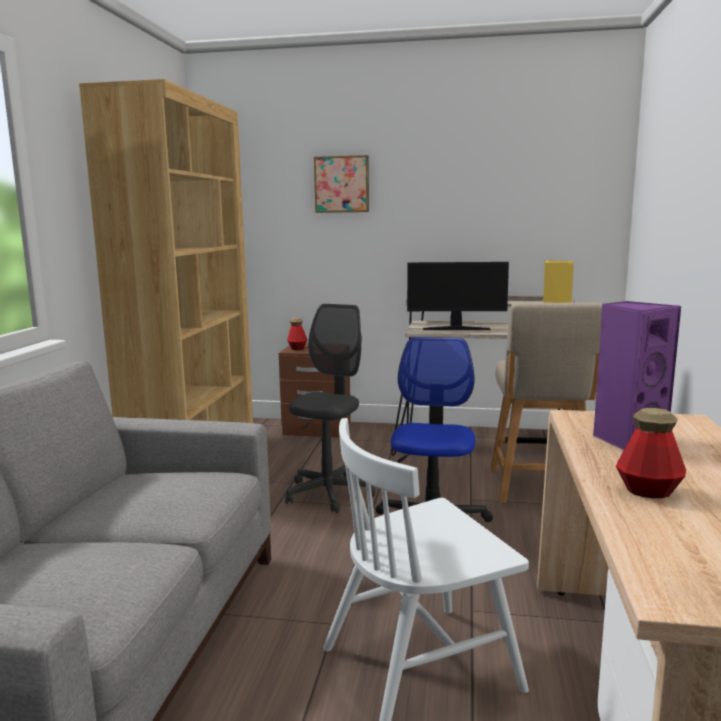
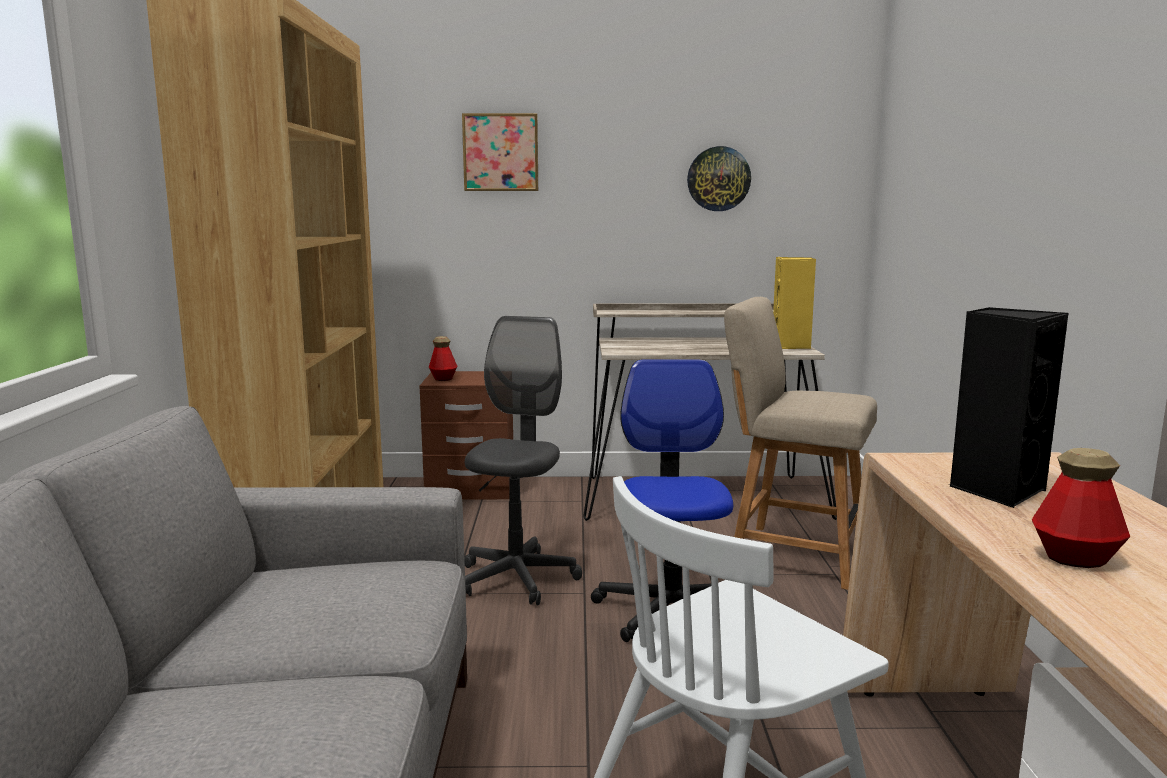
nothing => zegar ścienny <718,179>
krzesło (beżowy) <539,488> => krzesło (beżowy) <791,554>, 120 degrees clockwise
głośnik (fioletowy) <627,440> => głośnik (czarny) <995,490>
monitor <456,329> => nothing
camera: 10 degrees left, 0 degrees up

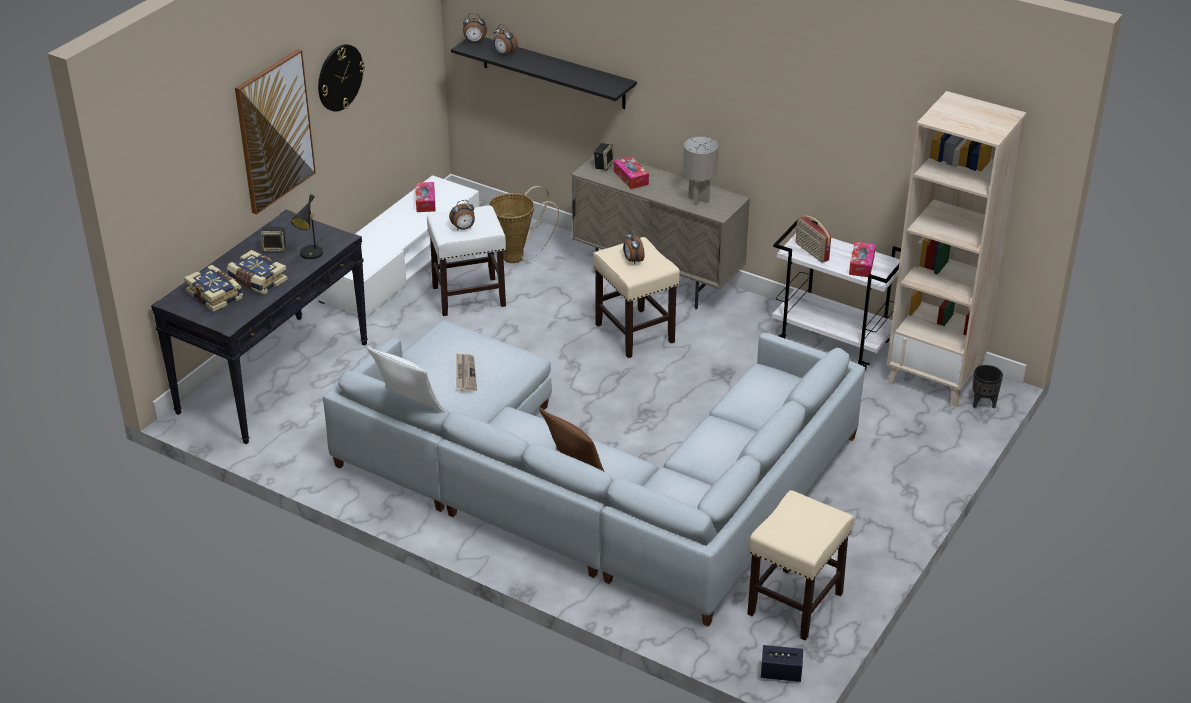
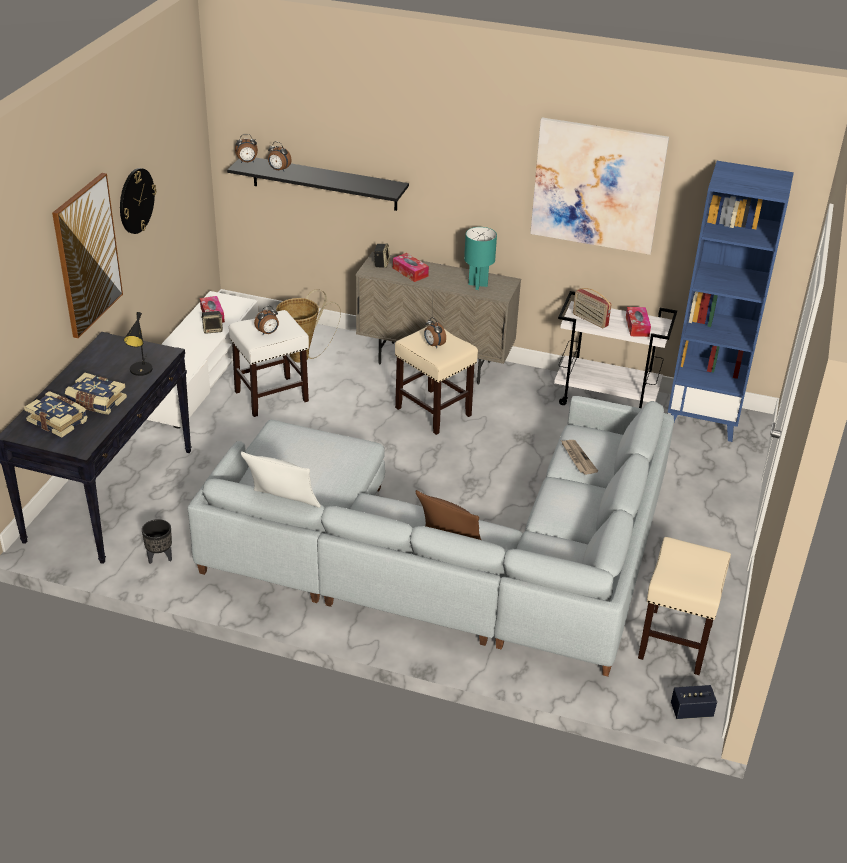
donica (czarny) <982,403> => donica (czarny) <159,557>, move
głośnik <275,248> => głośnik <213,330>, move
lampa stołowa (szary) <699,200> => lampa stołowa (turkusowy) <478,285>
nothing => obraz <597,186>
gazeta <465,374> => gazeta <577,458>, move
regał (beżowy) <934,378> => regał (niebieski) <703,420>
camera: 15 degrees left, 0 degrees up

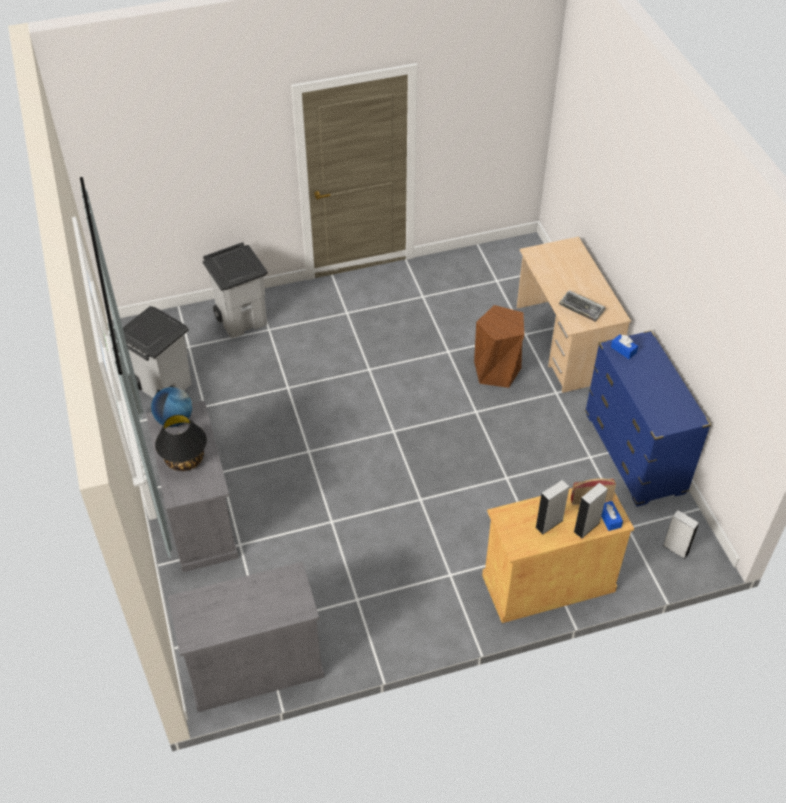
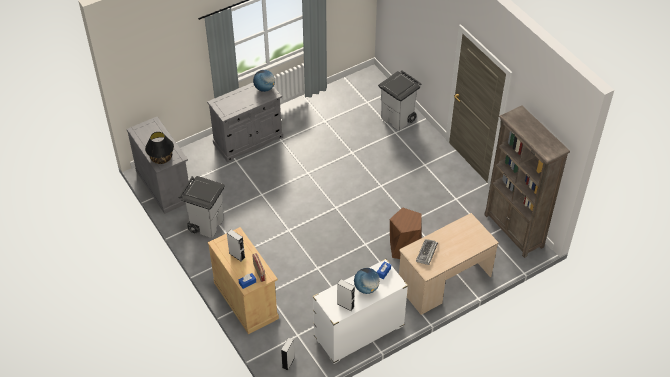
lampa stołowa (czarny) <184,459> => lampa stołowa (czarny) <161,158>, move
kosz na śmieci (szary) <162,386> => kosz na śmieci (szary) <206,224>, move
komoda (niebieski) <634,453> => komoda (biały) <359,332>
głośnik (szary) <586,527> => głośnik (szary) <345,305>, move
nothing => globus <366,288>
nothing => regał (brązowy) <514,231>
camera: 75 degrees right, 0 degrees up

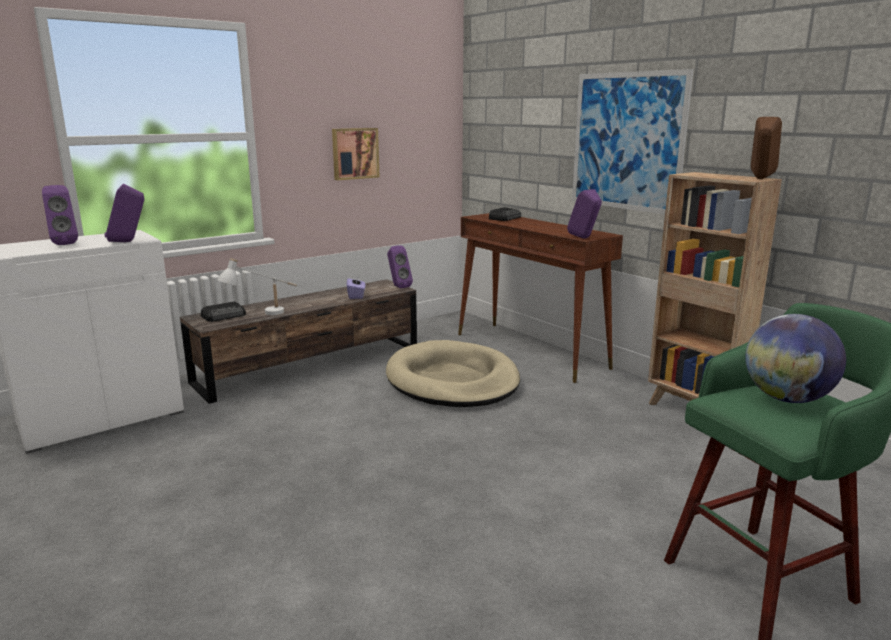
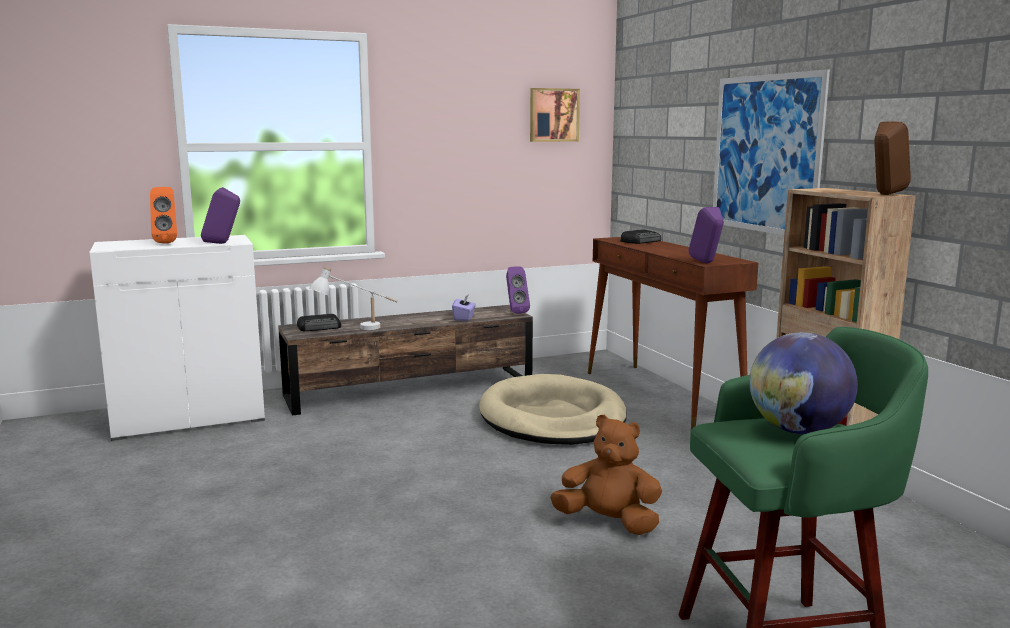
głośnik (fioletowy) <64,244> => głośnik (pomarańczowy) <166,243>
obraz <354,153> => obraz <553,115>, move
nothing => pluszak (brązowy) <608,522>
camera: 15 degrees right, 5 degrees down

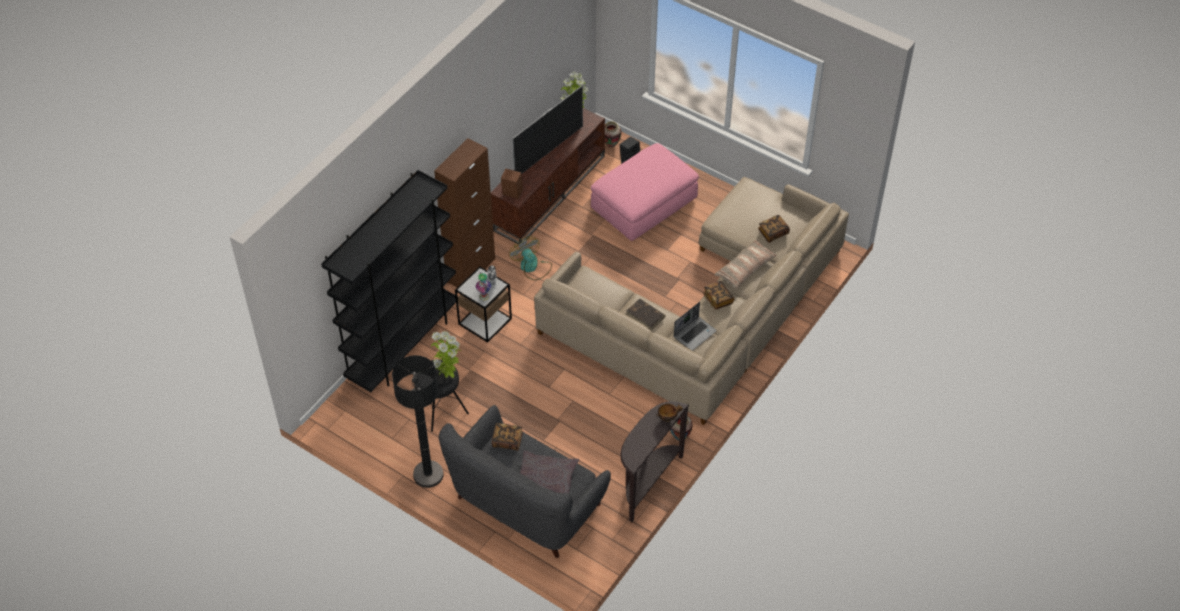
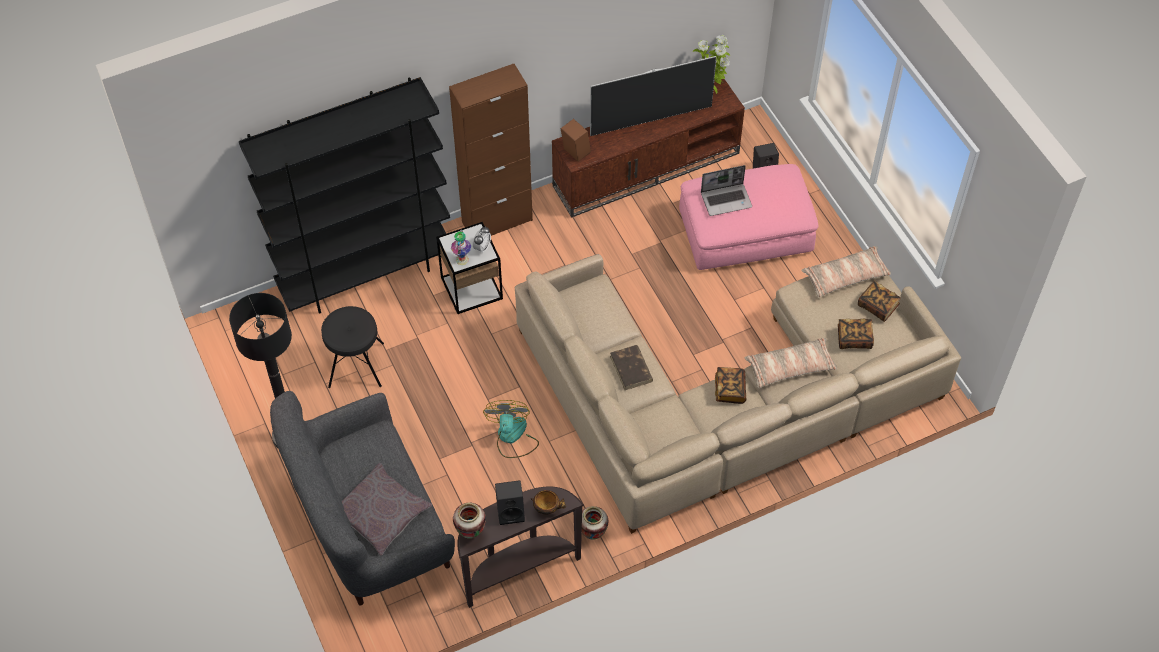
wazon <611,145> => wazon <471,533>, move
wentylator <532,267> => wentylator <512,437>, move
nothing => głośnik (czarny) <511,512>
laptop <694,333> => laptop <726,200>, move
nothing => poduszka <845,277>
książka <507,441> => książka <877,306>, move
roślina doniczkowa <447,376> => nothing
camera: 30 degrees right, 5 degrees up

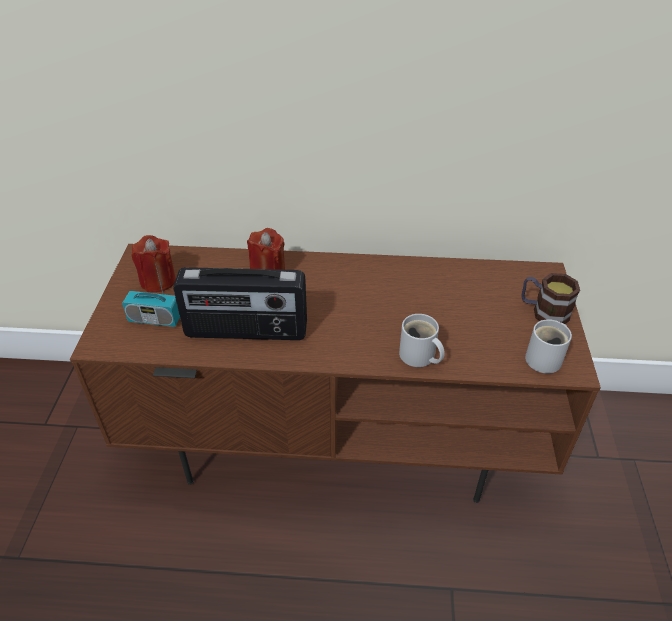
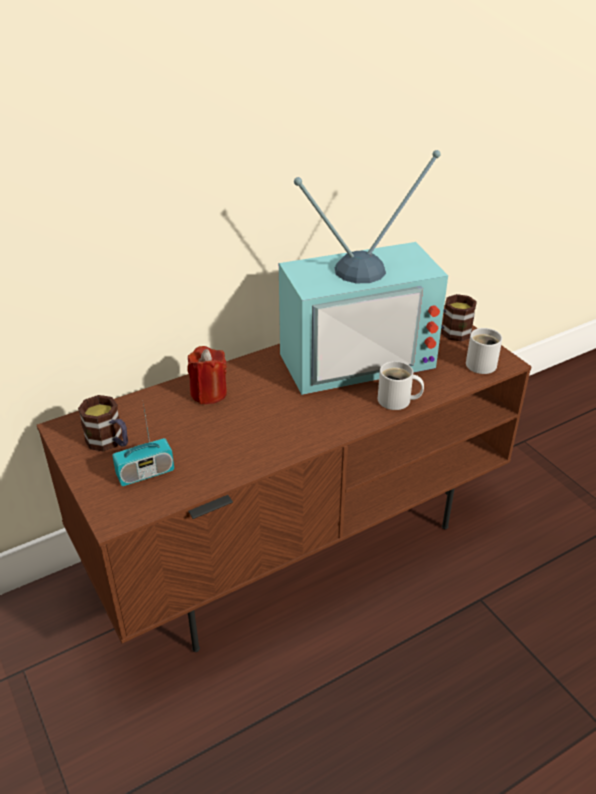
świeca (czerwony) <158,281> => kubek <110,442>
nothing => telewizor <356,356>
radio <246,331> => nothing
camera: 35 degrees left, 5 degrees down

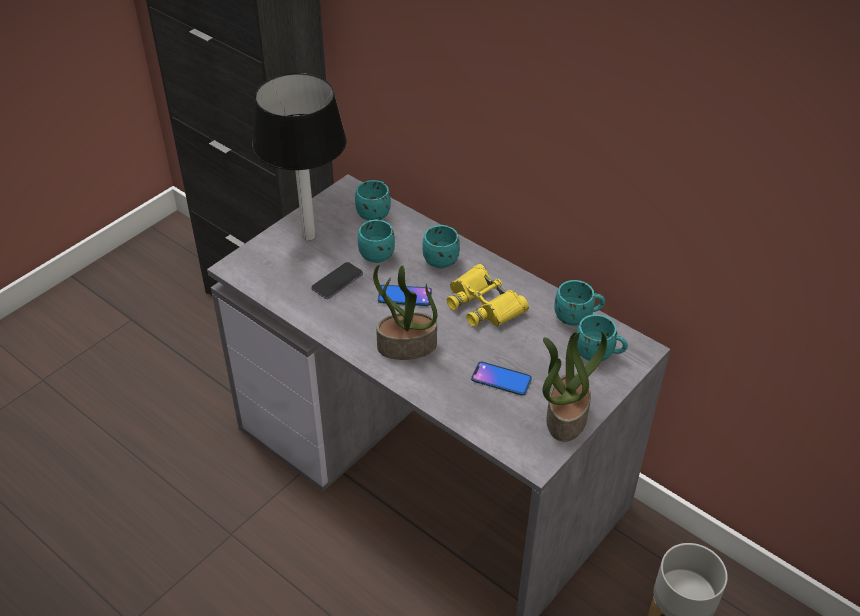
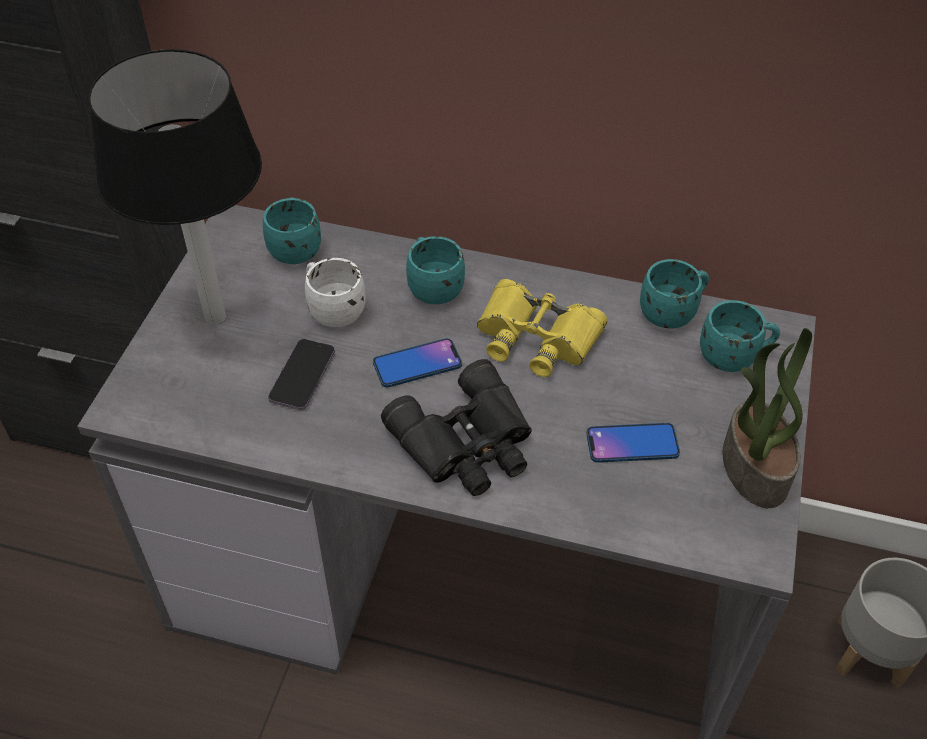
kubek (turkusowy) <375,252> => kubek (biały) <332,309>
roślina doniczkowa <406,347> => lornetka (czarny) <467,443>
camera: 25 degrees left, 5 degrees up

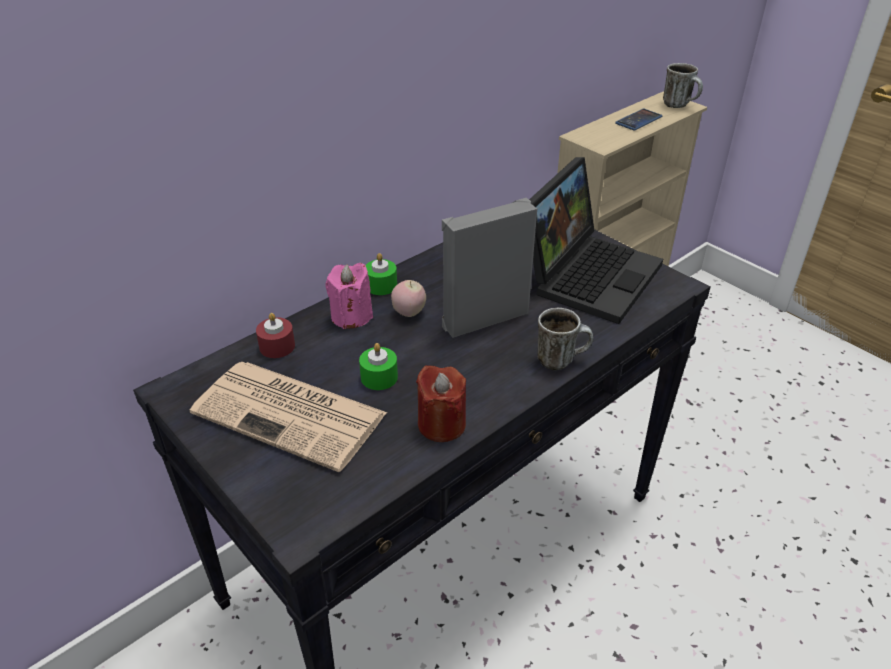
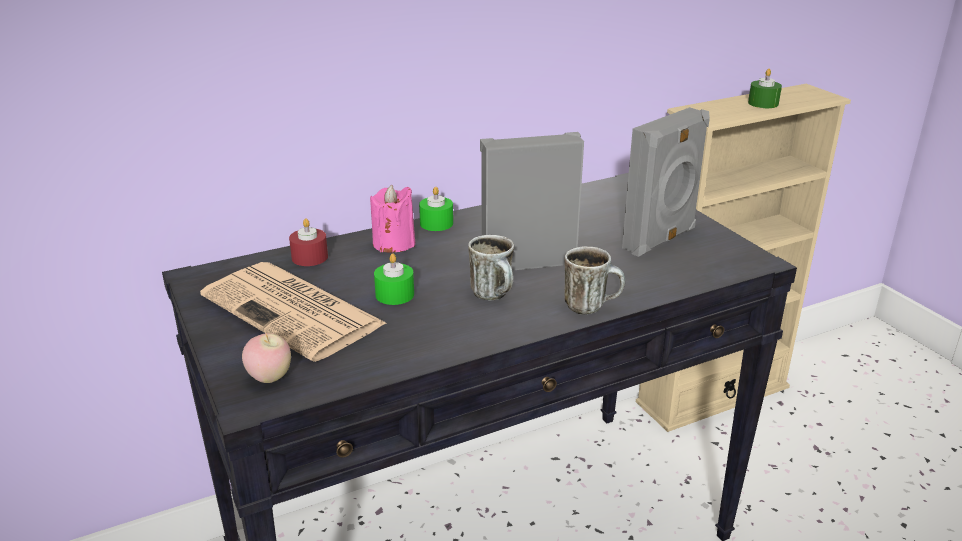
jabłko <409,313> => jabłko <269,378>, move
kubek <680,105> => kubek <495,296>, move
laptop <588,273> => głośnik (szary) <661,240>
telefon <638,120> => świeca (zielony) <763,103>
świeca (czerwony) <441,424> => nothing
camera: 15 degrees right, 10 degrees down

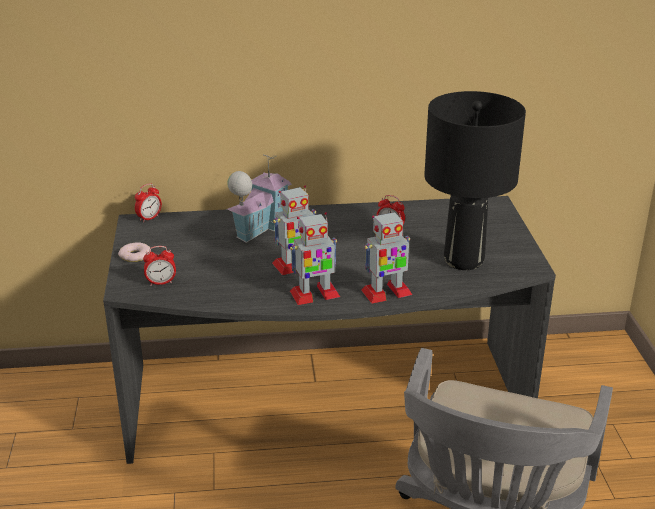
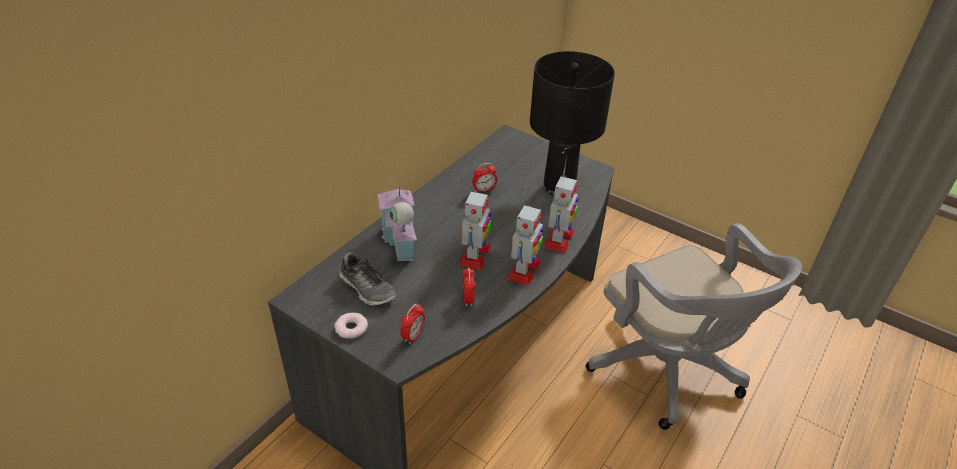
nothing => but <367,288>
budzik <149,218> => budzik <468,299>, move
camera: 50 degrees left, 10 degrees up

